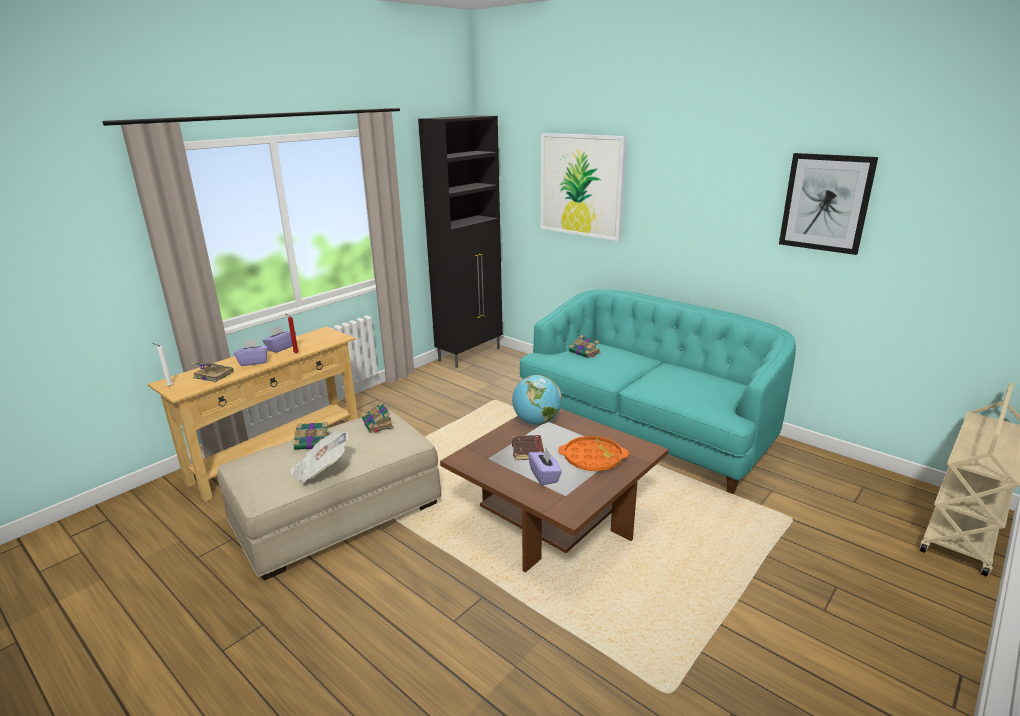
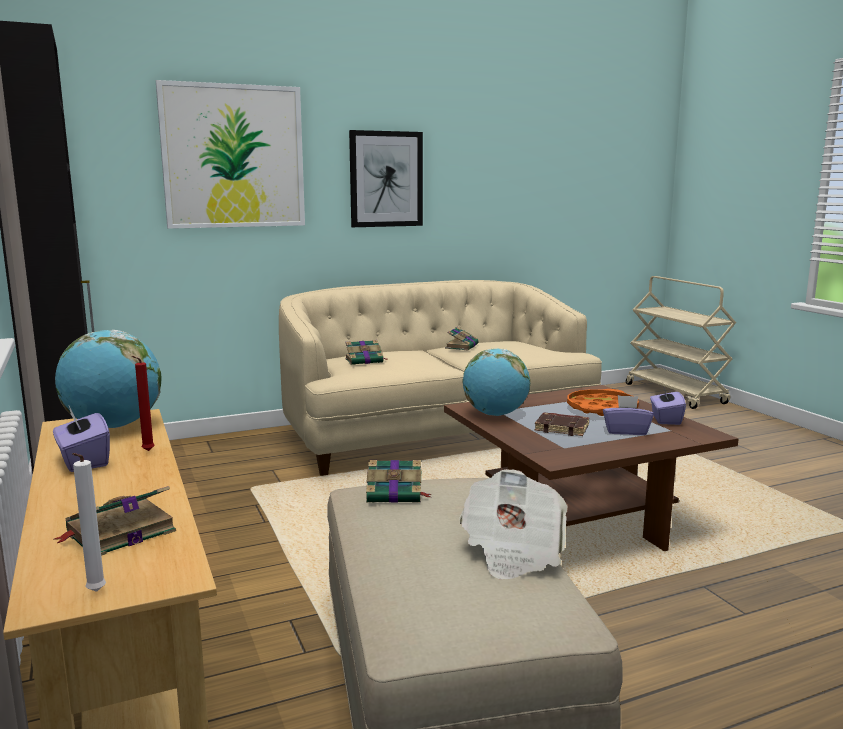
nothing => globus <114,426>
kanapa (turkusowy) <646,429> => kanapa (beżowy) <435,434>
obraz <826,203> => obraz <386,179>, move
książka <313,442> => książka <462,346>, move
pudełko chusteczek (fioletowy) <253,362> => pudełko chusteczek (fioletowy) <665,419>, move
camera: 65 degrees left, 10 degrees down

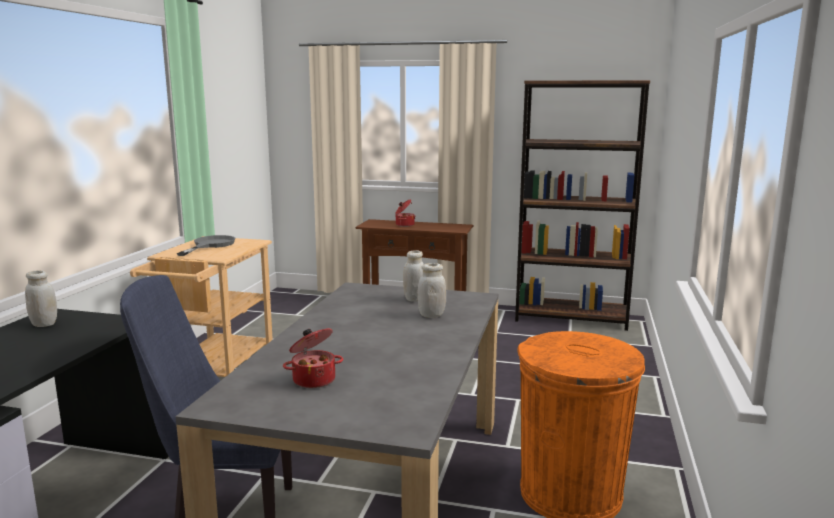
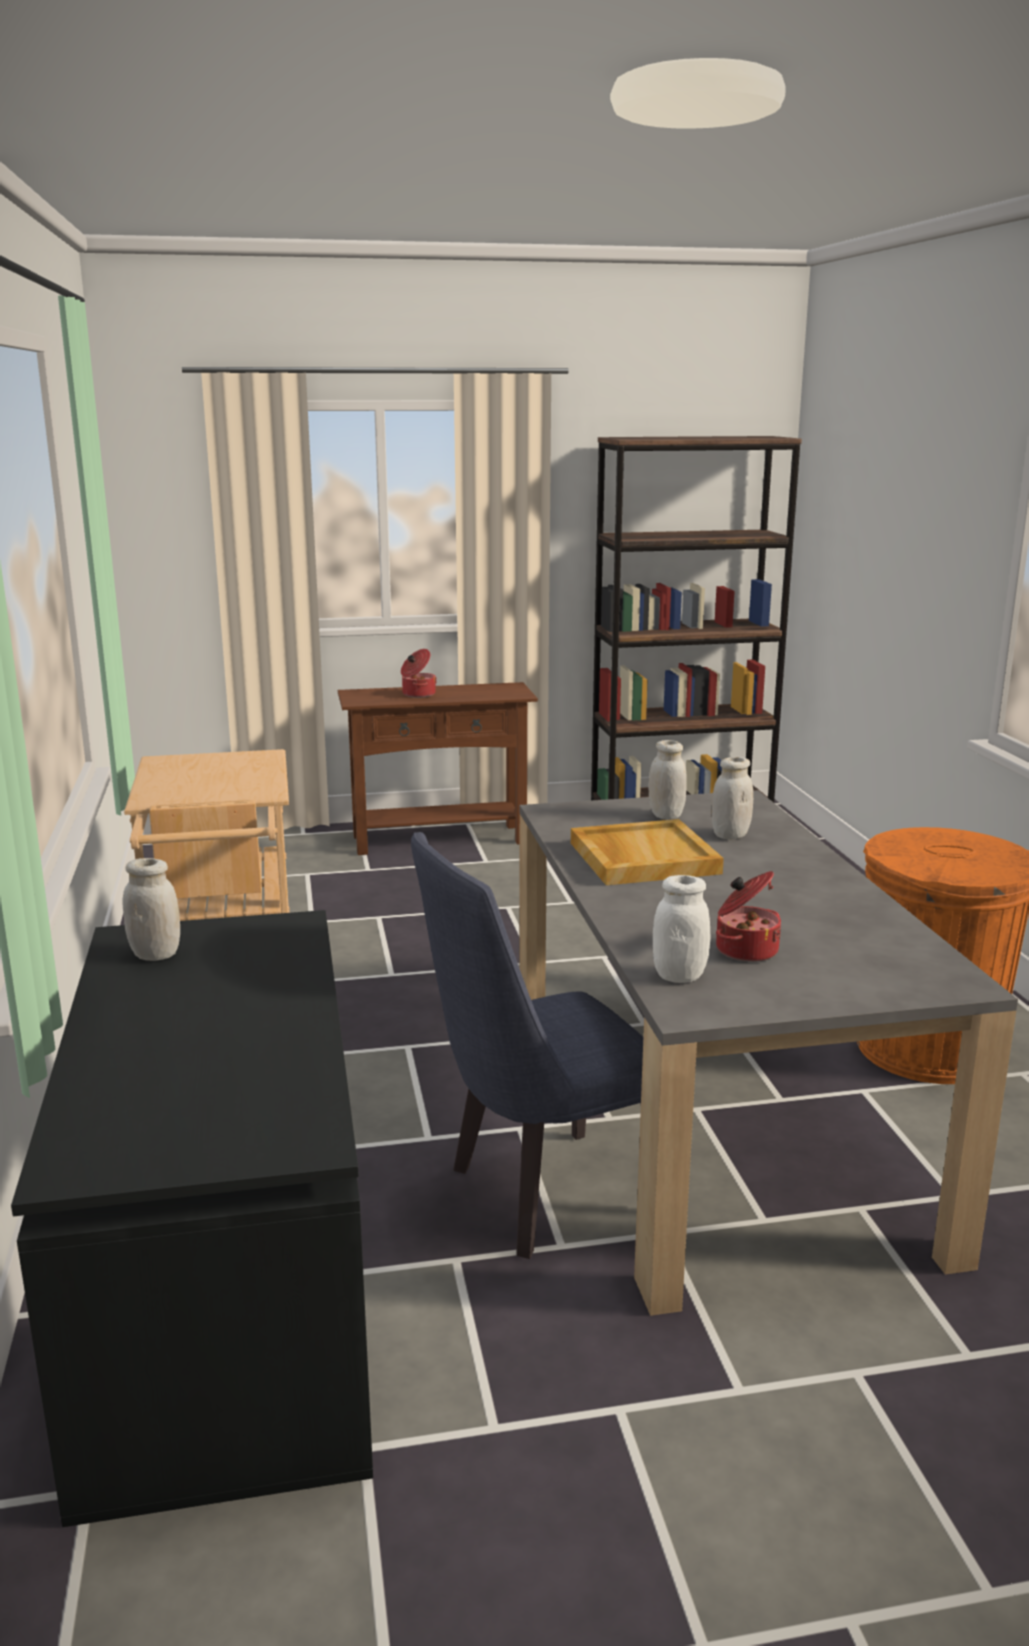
nothing => taca (beżowy) <642,858>
nothing => słoik (biały) <679,976>
patelnia (szary) <210,245> => nothing
camera: 25 degrees left, 5 degrees up

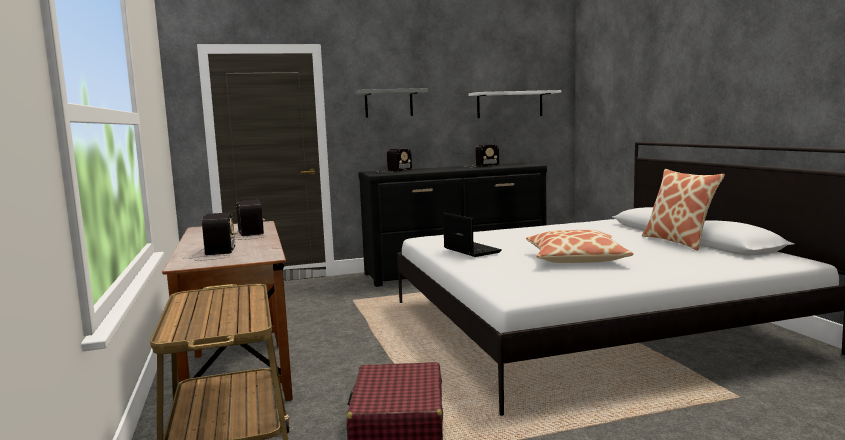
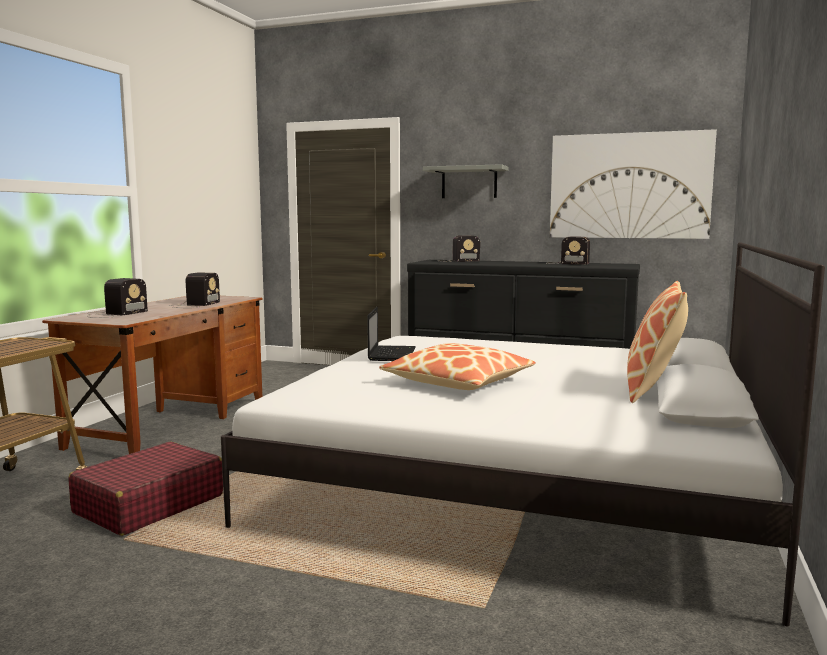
półka (biały) <510,104> => obraz <629,186>
camera: 35 degrees right, 0 degrees up

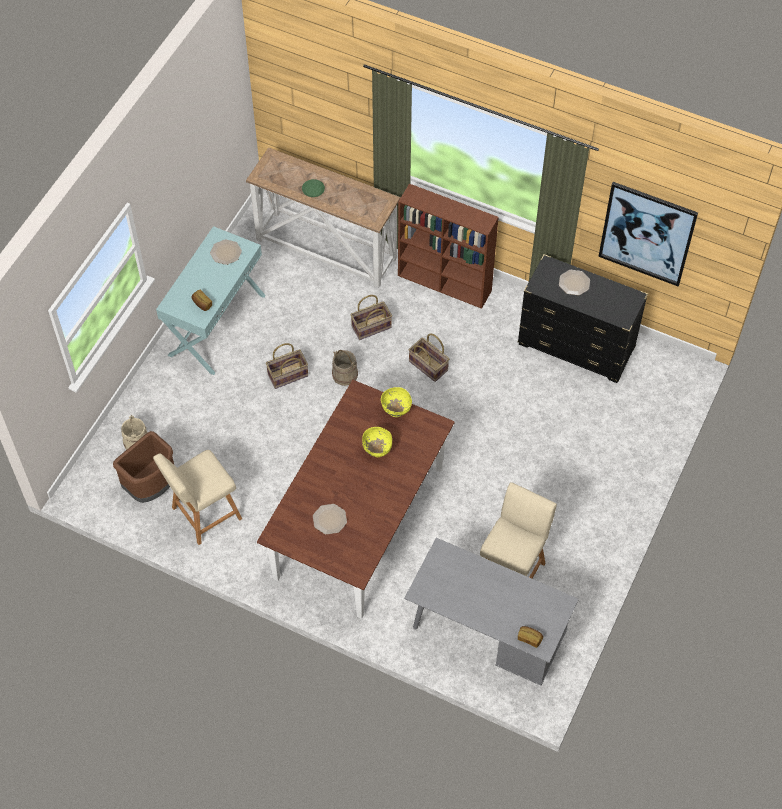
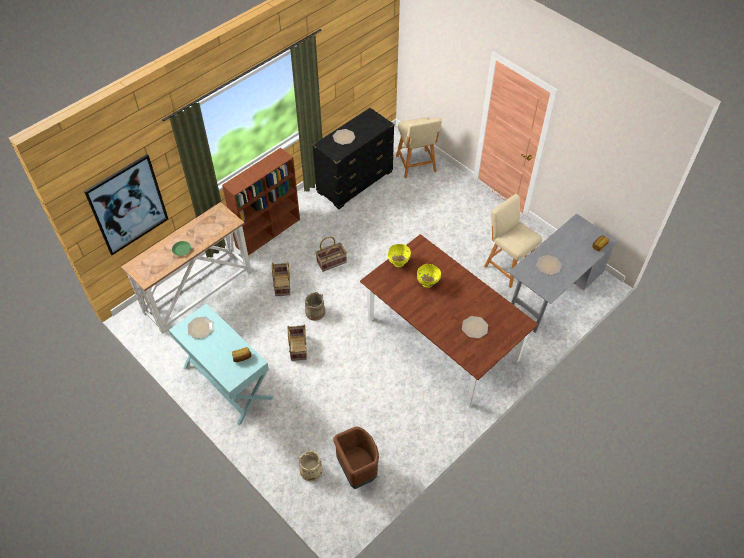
obraz <647,234> => obraz <128,205>, move
stołek (beżowy) <203,515> => stołek (beżowy) <416,165>, move
nothing => talerz <548,265>
camera: 70 degrees left, 5 degrees down

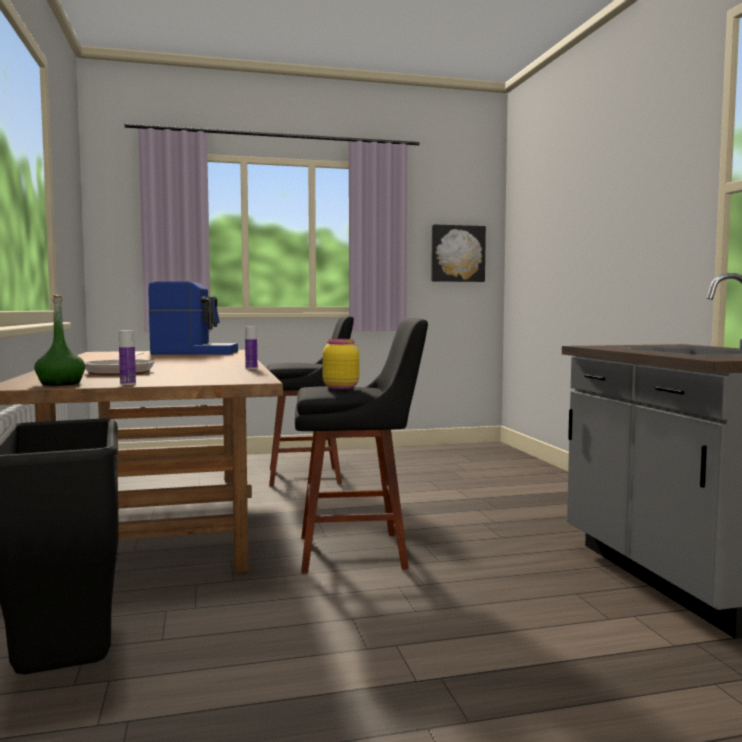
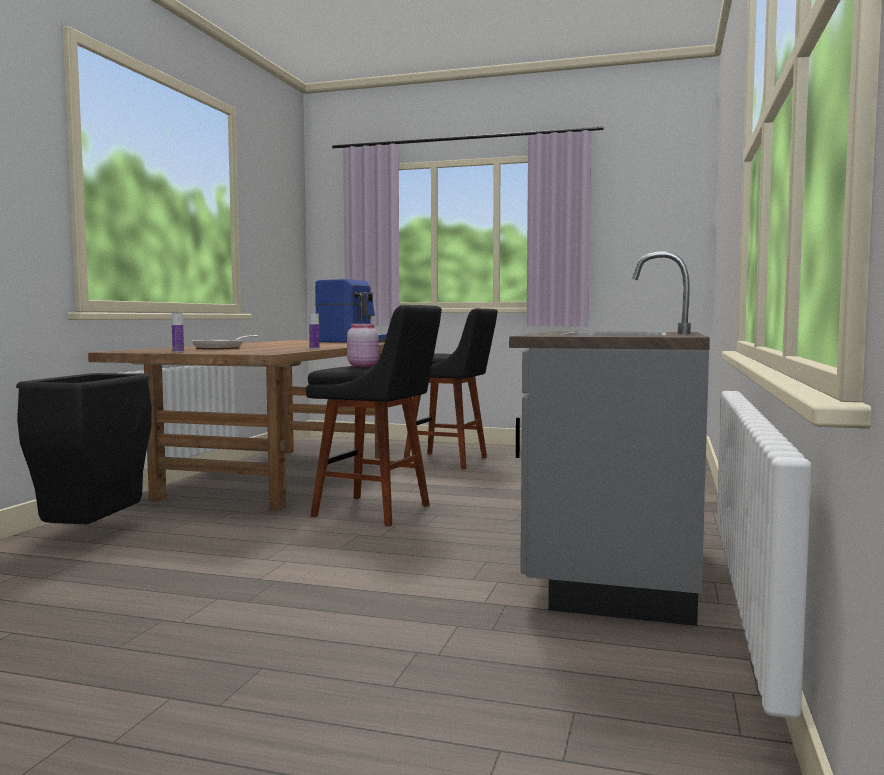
słoik (żółty) <340,387> => słoik (różowy) <363,366>
butelka (zielony) <61,383> => nothing
obraz <457,253> => nothing
camera: 30 degrees right, 0 degrees up

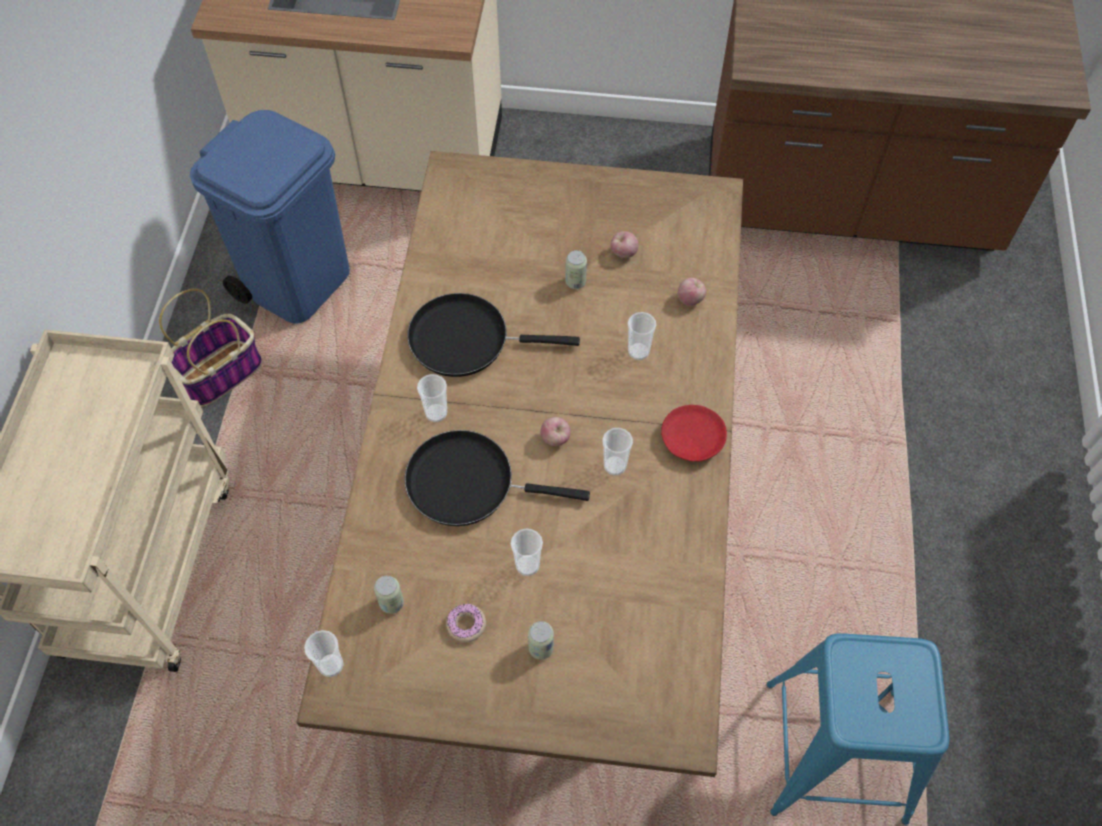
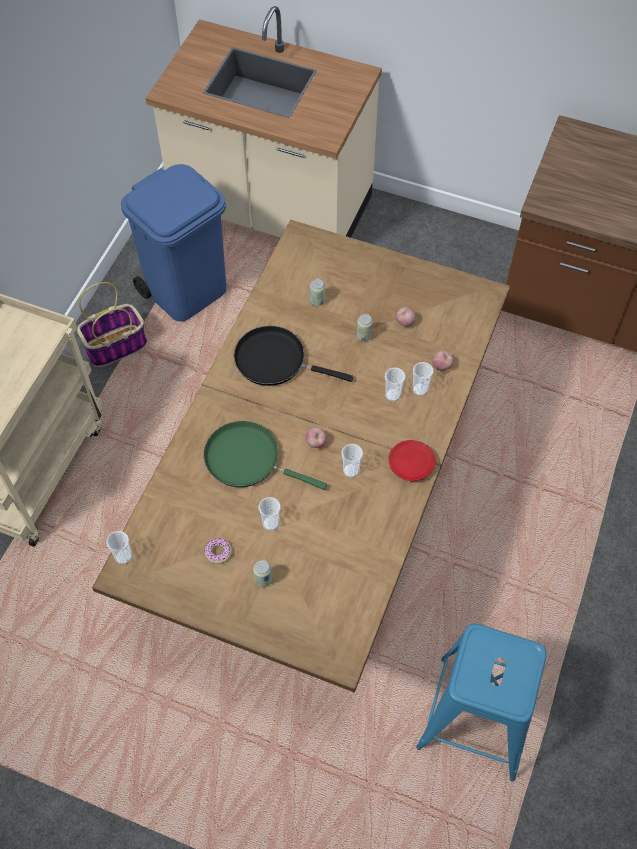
patelnia (czarny) <468,483> => patelnia (zielony) <247,459>
puszka <391,603> => puszka <317,301>, move
filiżanka <436,413> => filiżanka <420,389>, move
camera: 15 degrees right, 0 degrees up

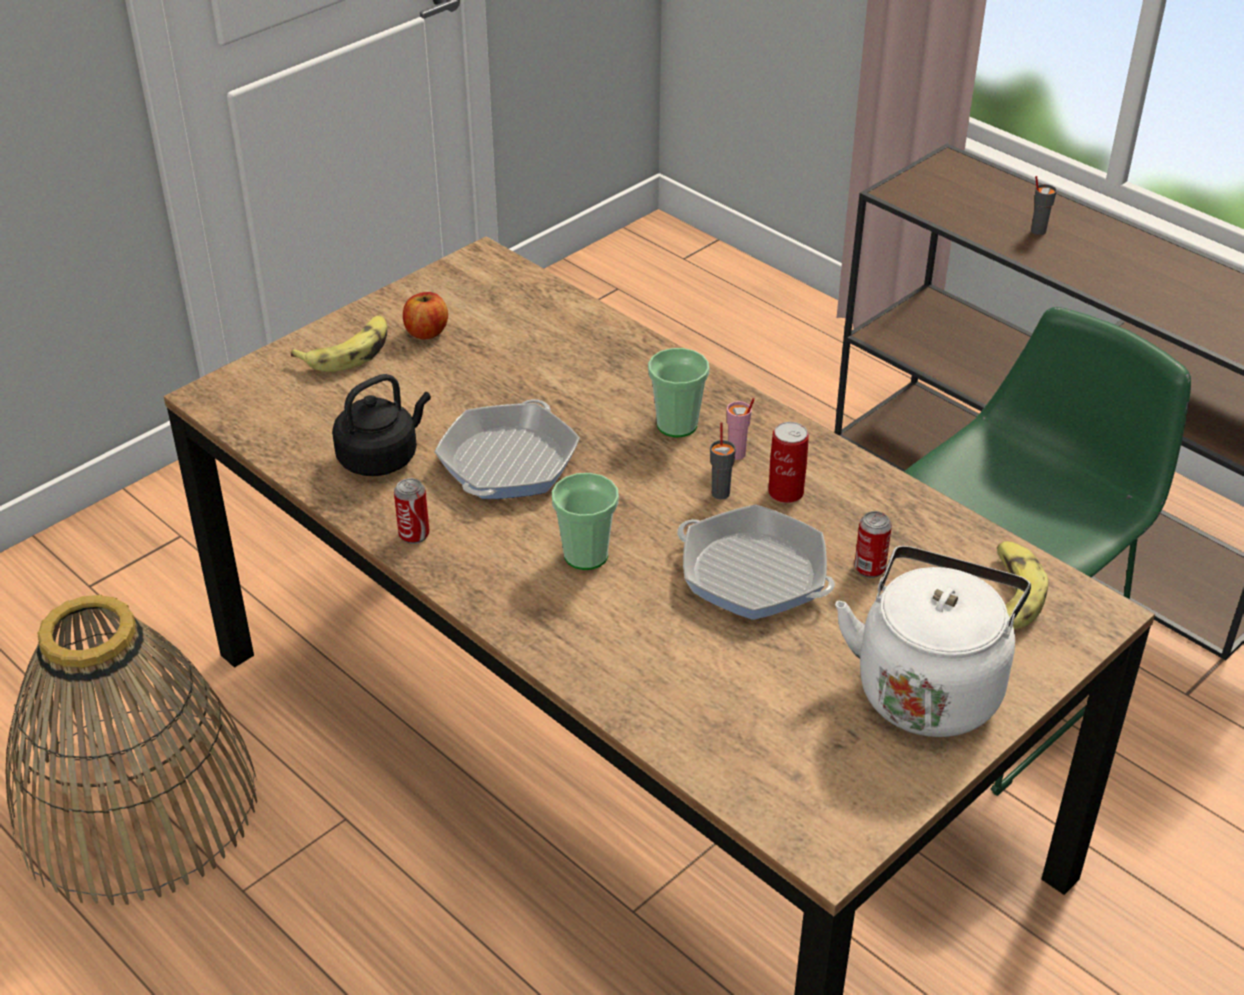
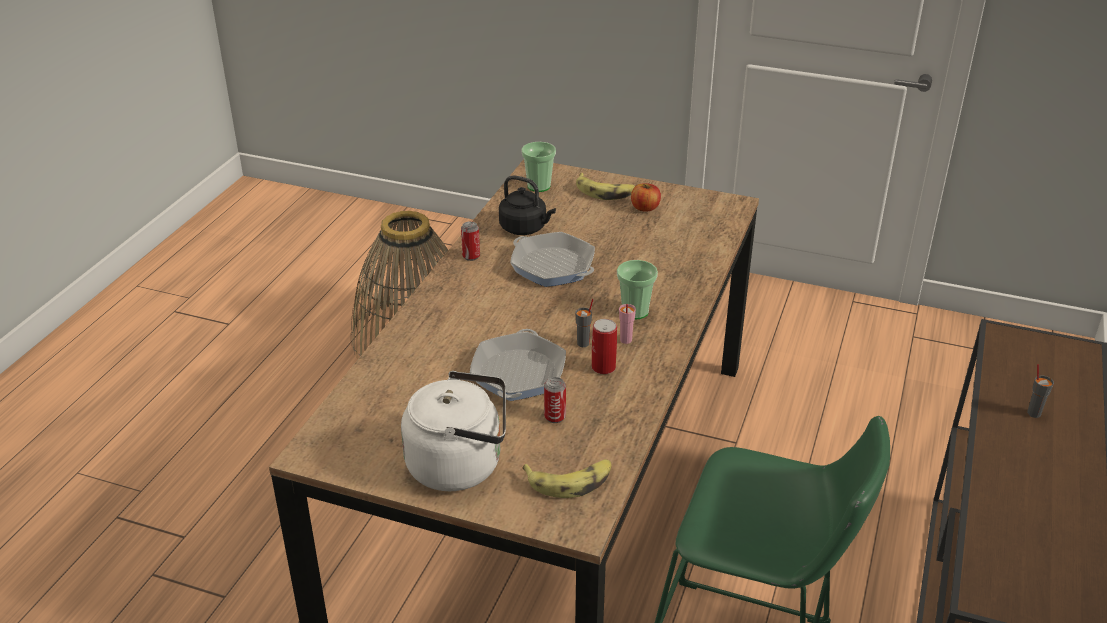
patelnia <508,462> => patelnia <552,266>, 135 degrees counterclockwise
filiżanka <586,555> => filiżanka <539,186>, move
camera: 65 degrees right, 5 degrees down

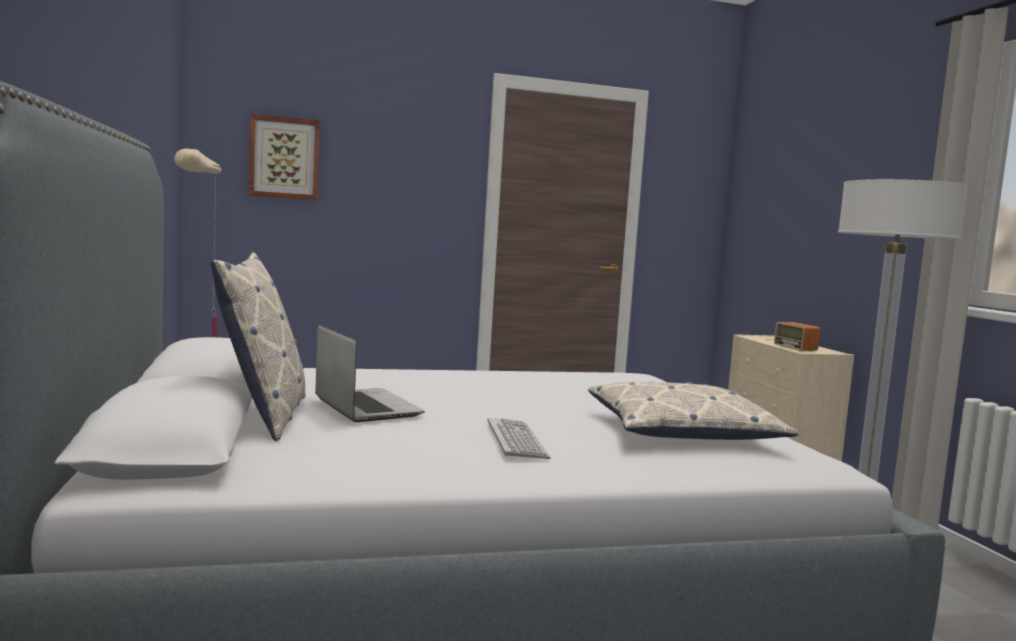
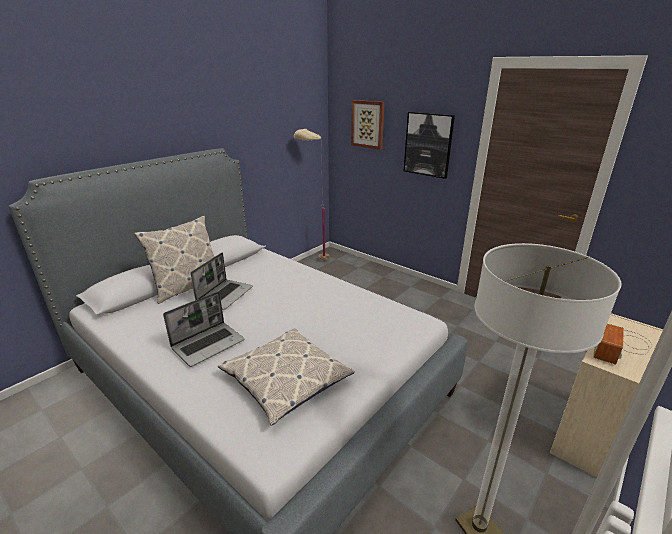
klawiatura <516,440> => laptop <208,344>
nothing => obraz <428,144>
camera: 55 degrees right, 20 degrees up

